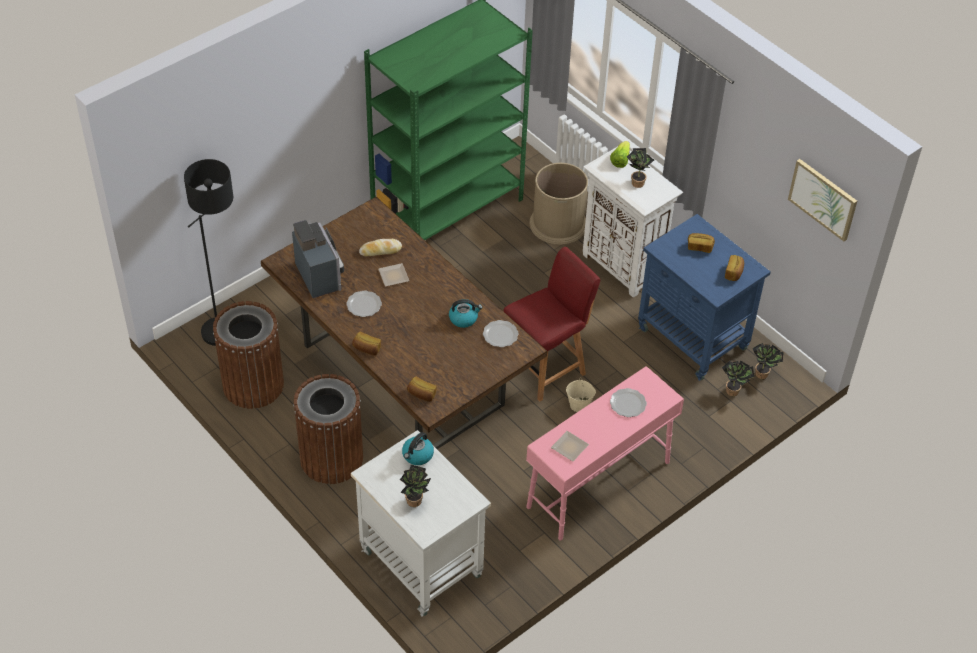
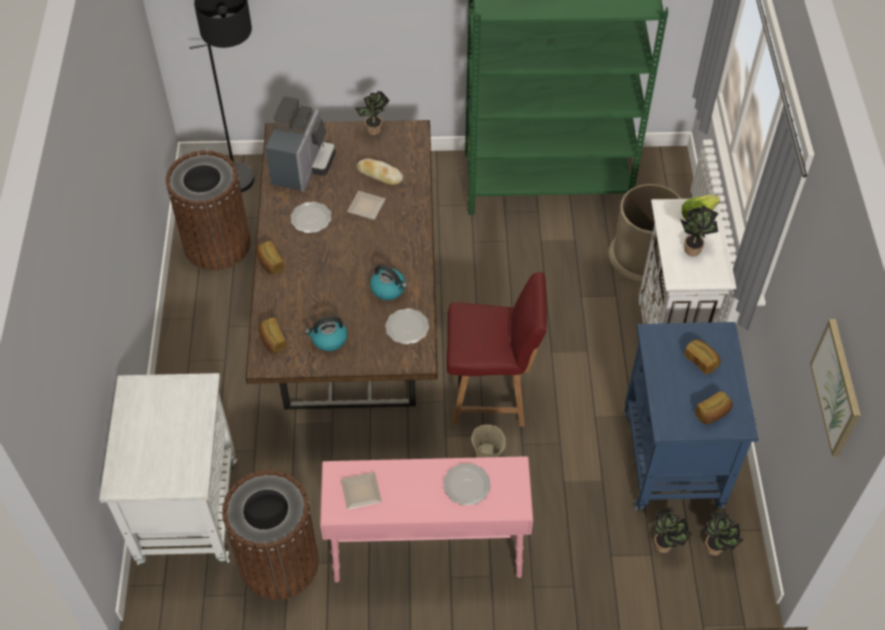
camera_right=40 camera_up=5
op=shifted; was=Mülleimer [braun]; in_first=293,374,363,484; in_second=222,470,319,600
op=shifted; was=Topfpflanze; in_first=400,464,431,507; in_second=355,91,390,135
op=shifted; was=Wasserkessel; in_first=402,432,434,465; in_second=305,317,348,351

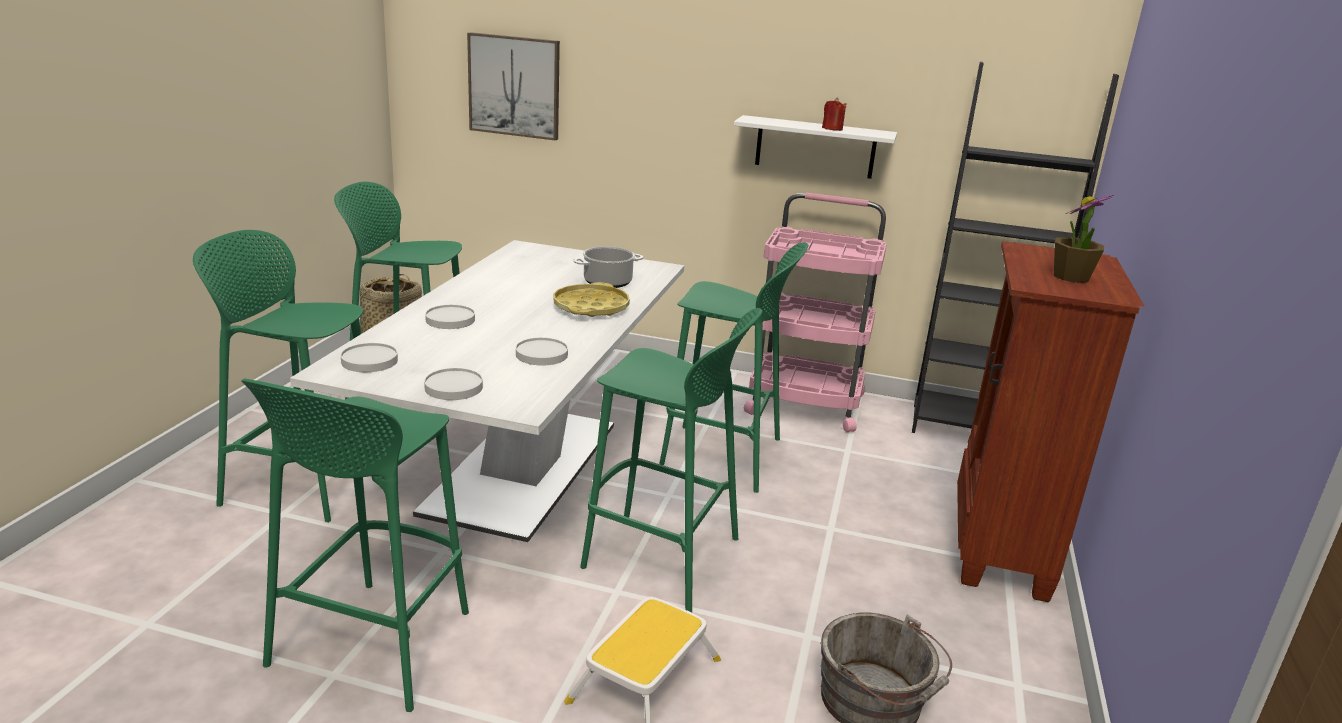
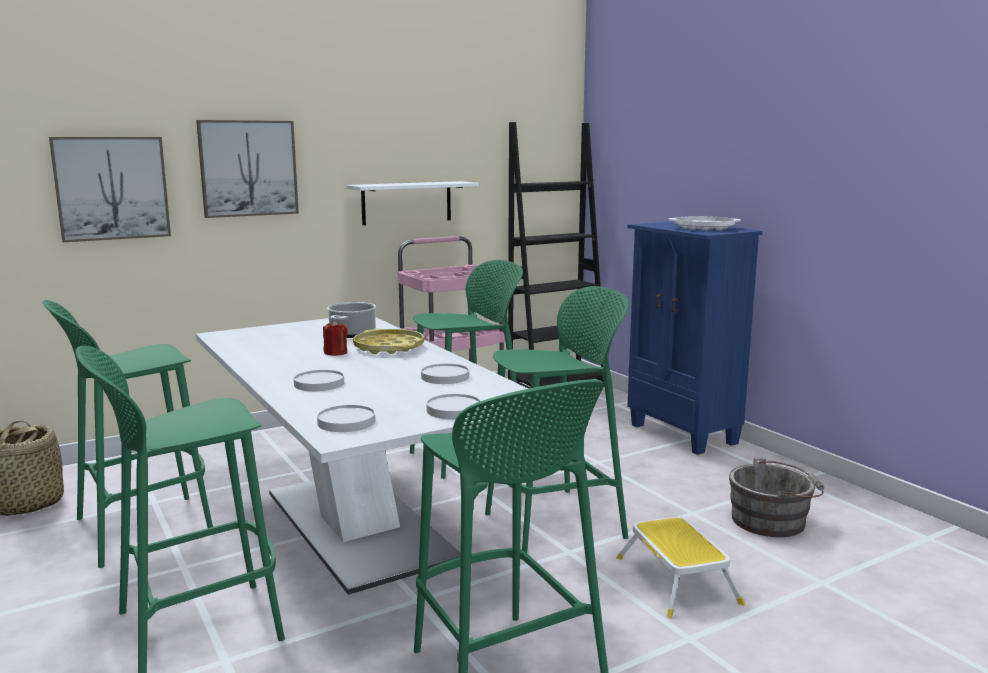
camera_right=-45 camera_up=-10
op=shifted; was=Kerze [rot]; in_first=822,97,847,131; in_second=323,320,348,356
op=repainted; was=Schrank [braun]; now=Schrank [blau]; in_first=957,241,1145,602; in_second=627,221,762,455
op=swapped; was=Topfpflanze; now=Tablett [weiß]; in_first=1054,195,1114,283; in_second=669,216,741,231
op=new; now=Bild; in_second=196,120,299,218

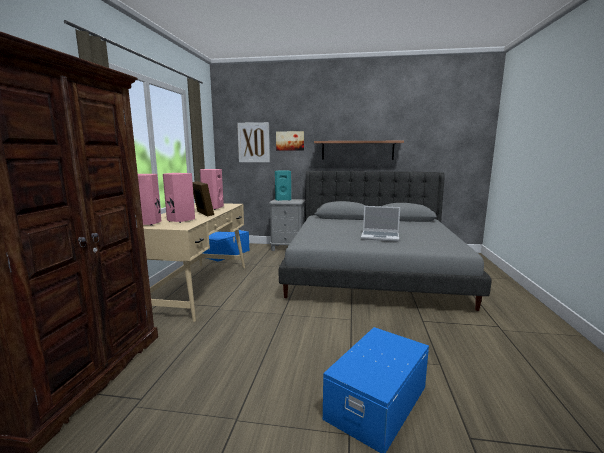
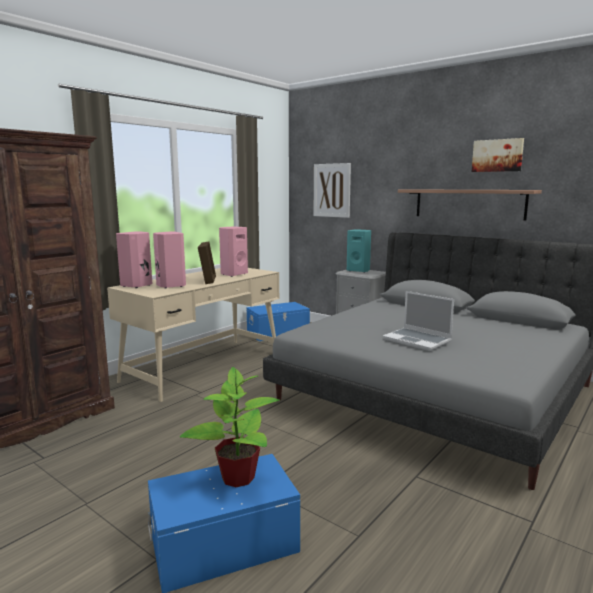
camera_right=30 camera_up=0
op=shifted; was=Bild; in_first=276,131,304,150; in_second=472,138,524,172
op=new; now=Topfpflanze; in_second=180,367,280,487

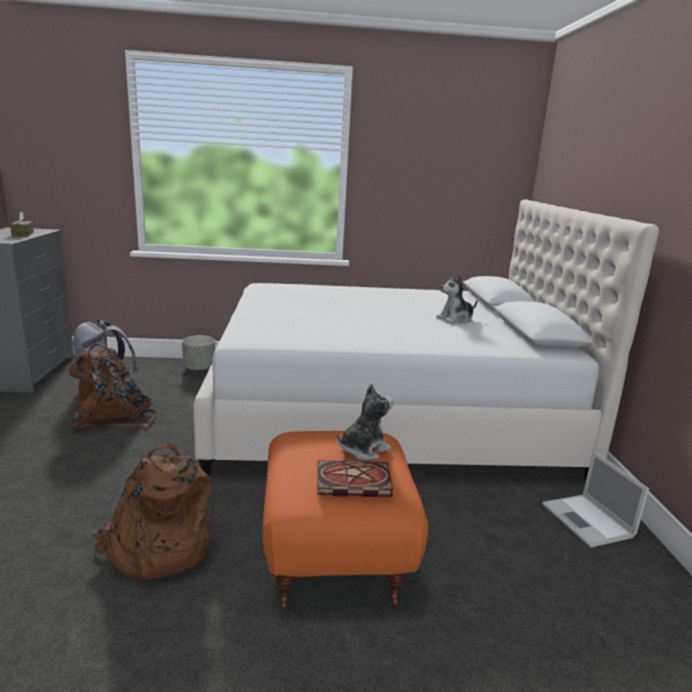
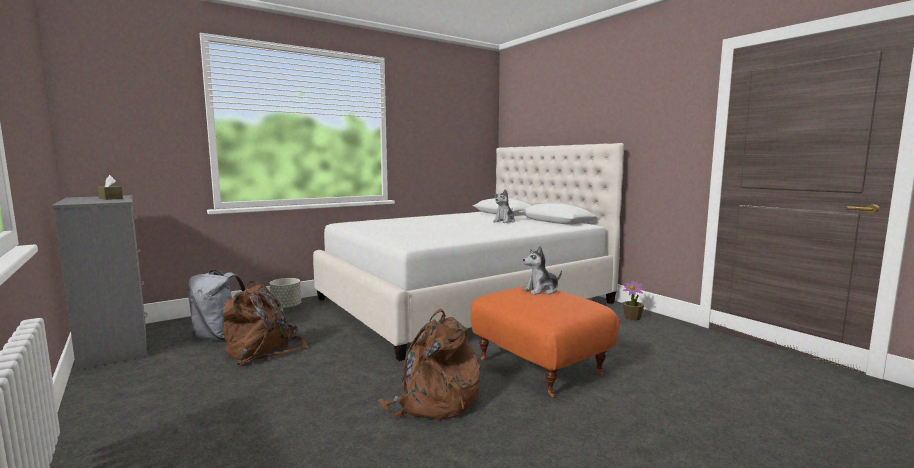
camera_right=-30 camera_up=-10
op=gone; was=Buch; in_first=317,460,393,497
op=rotated; was=Plüschtier; in_first=337,384,394,460; in_second=522,246,562,295; clockwise=-135
op=swapped; was=Laptop; now=Topfpflanze; in_first=542,451,649,548; in_second=623,281,644,321

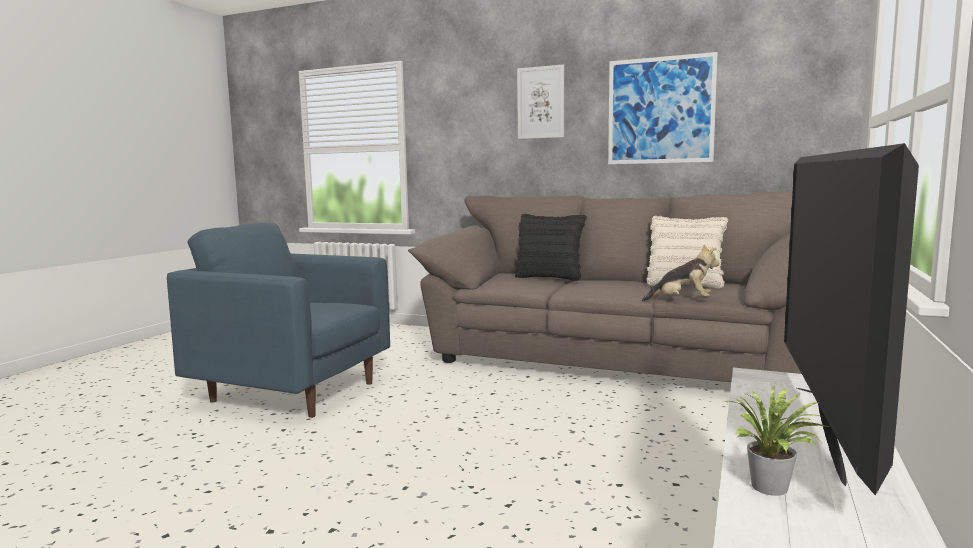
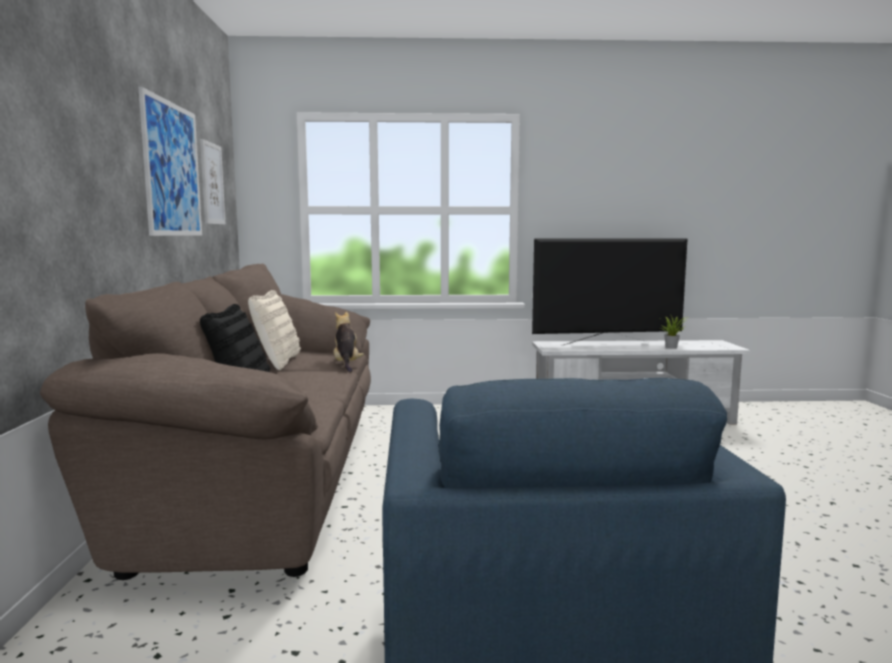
camera_right=-115 camera_up=0
op=shifted; was=Bild; in_first=517,64,564,139; in_second=200,139,225,225

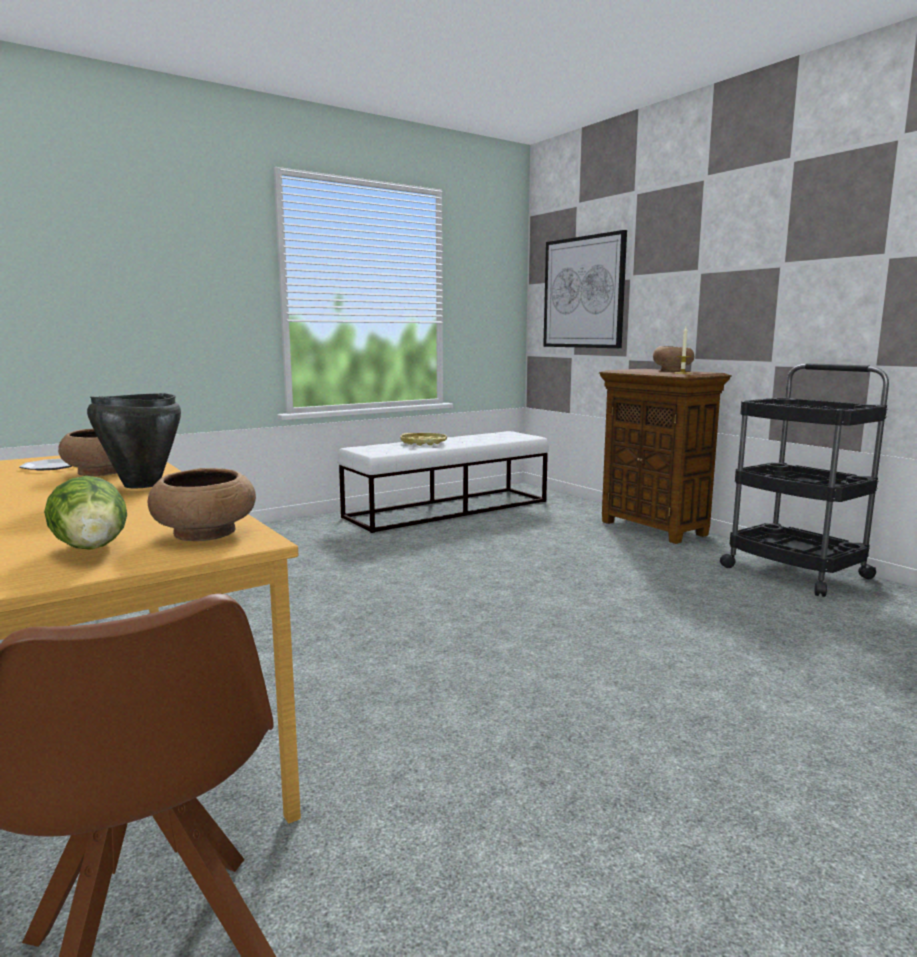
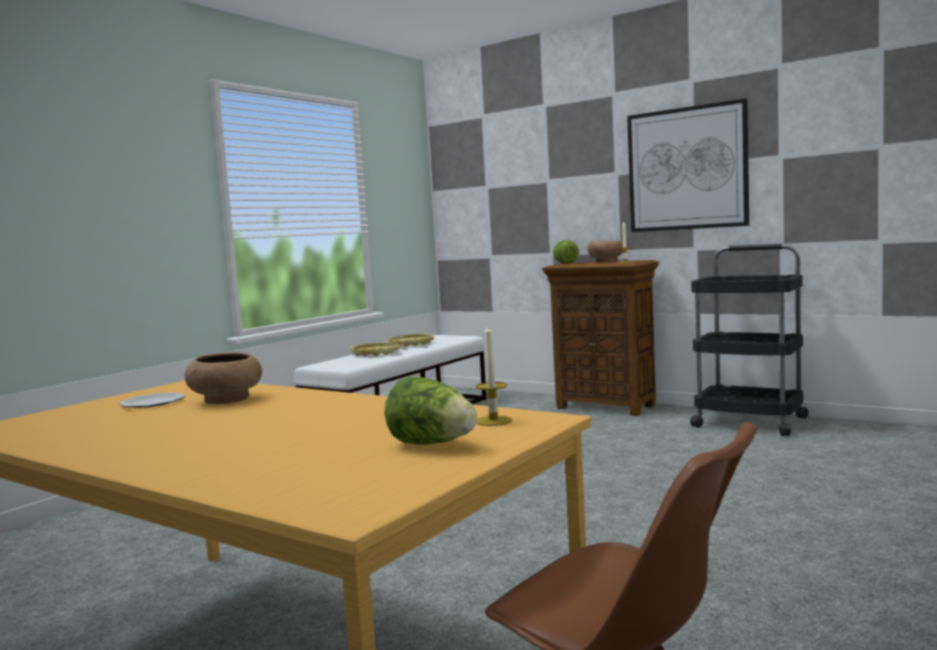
camera_right=-20 camera_up=-5
op=gone; was=Kochtopf [schwarz]; in_first=87,393,181,489
op=swapped; was=Schüssel [braun]; now=Kerze; in_first=147,468,256,541; in_second=476,324,512,426
op=shifted; was=Bild; in_first=543,230,627,348; in_second=627,98,749,232
op=new; now=Tablett [gelb]; in_second=389,334,434,347
op=new; now=Salatkopf; in_second=553,240,579,264

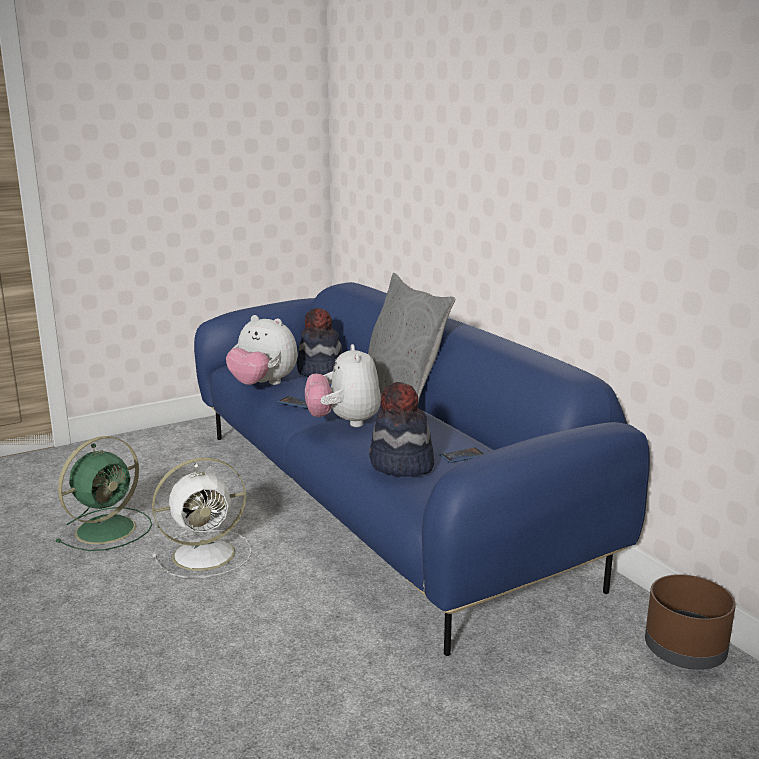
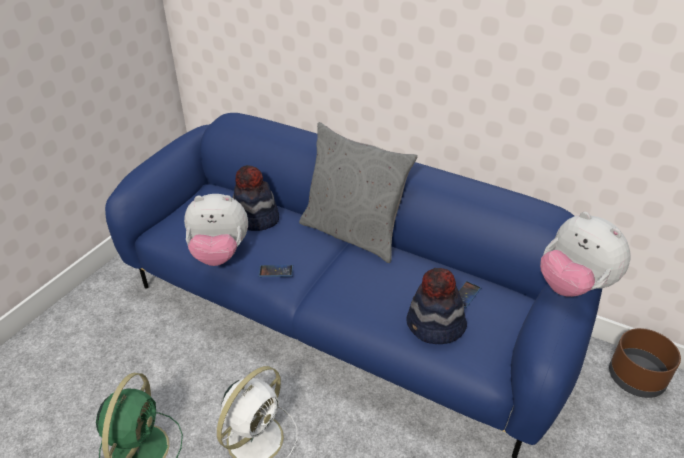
camera_right=-30 camera_up=20
op=shifted; was=Plüschtier; in_first=305,344,381,427; in_second=540,212,631,297

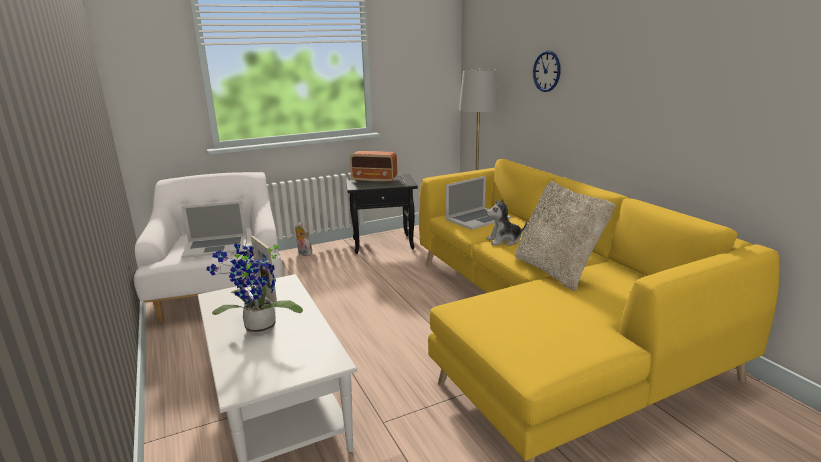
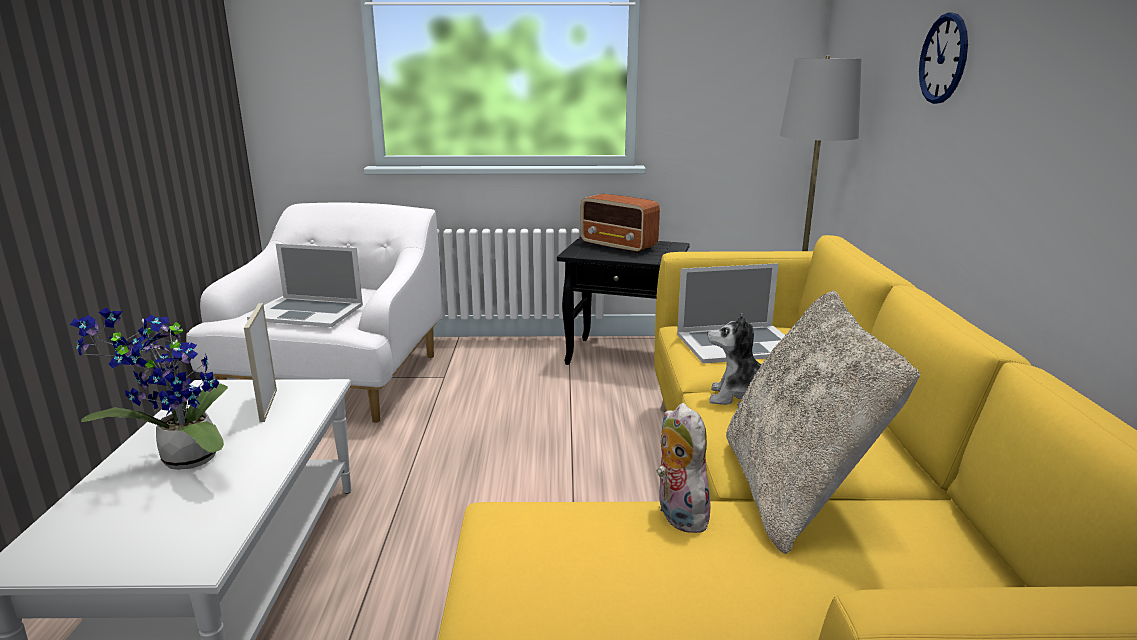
camera_right=25 camera_up=0
op=shifted; was=Plüschtier; in_first=295,222,312,256; in_second=656,403,711,533

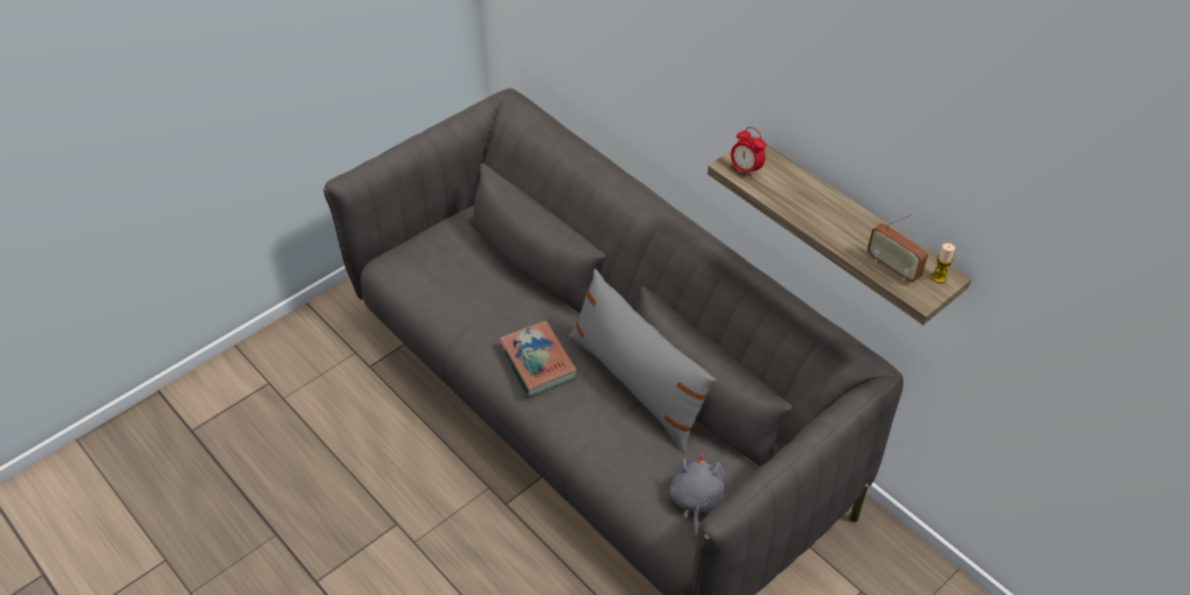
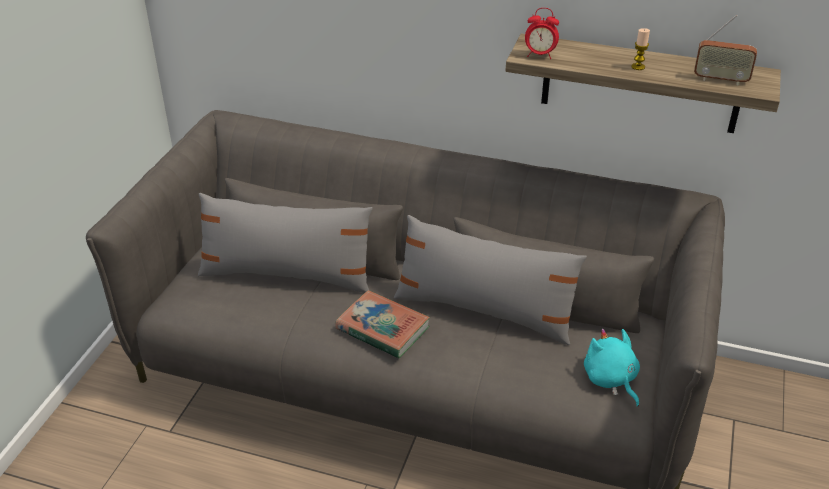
camera_right=-30 camera_up=-10
op=repainted; was=Plüschtier [grau]; now=Plüschtier [türkis]; in_first=669,453,725,538; in_second=584,328,640,407
op=shifted; was=Kerze; in_first=931,243,955,283; in_second=631,28,650,70
op=new; now=Kissen [grau]; in_second=198,193,373,293

